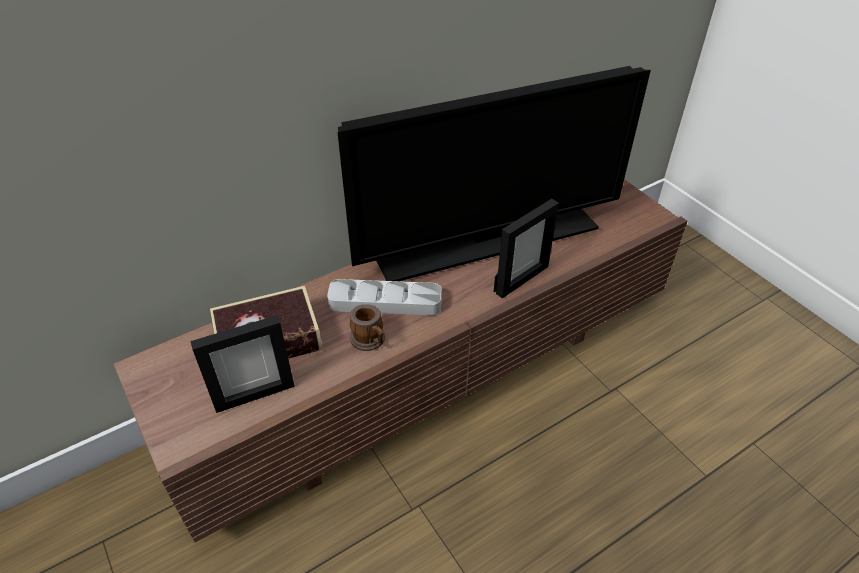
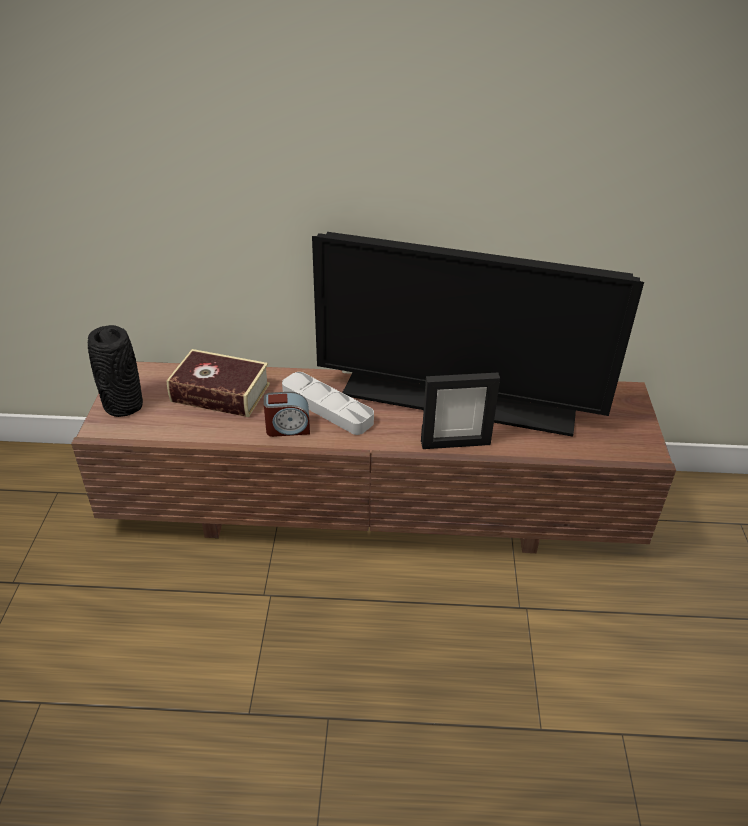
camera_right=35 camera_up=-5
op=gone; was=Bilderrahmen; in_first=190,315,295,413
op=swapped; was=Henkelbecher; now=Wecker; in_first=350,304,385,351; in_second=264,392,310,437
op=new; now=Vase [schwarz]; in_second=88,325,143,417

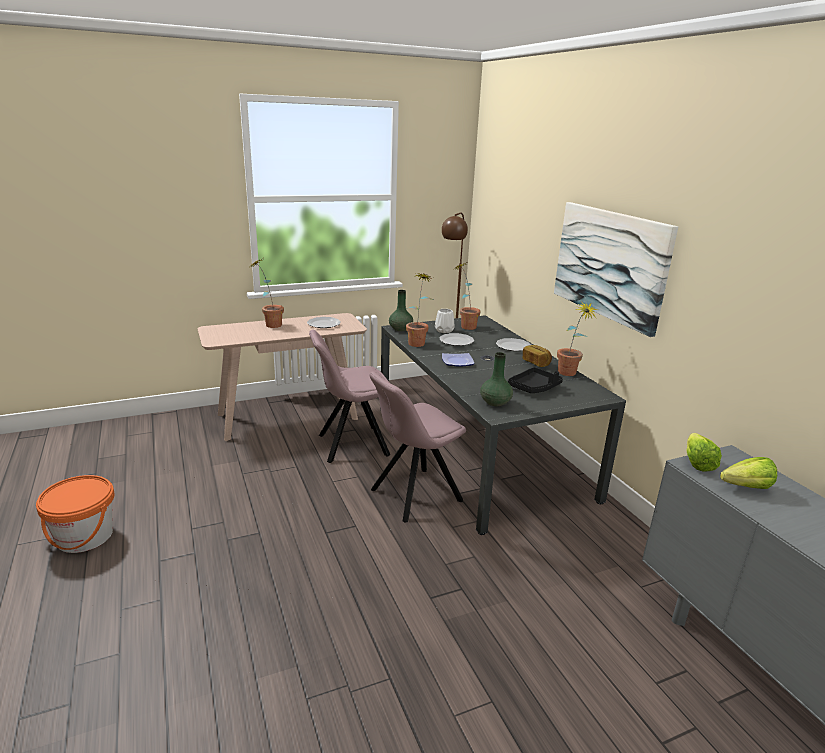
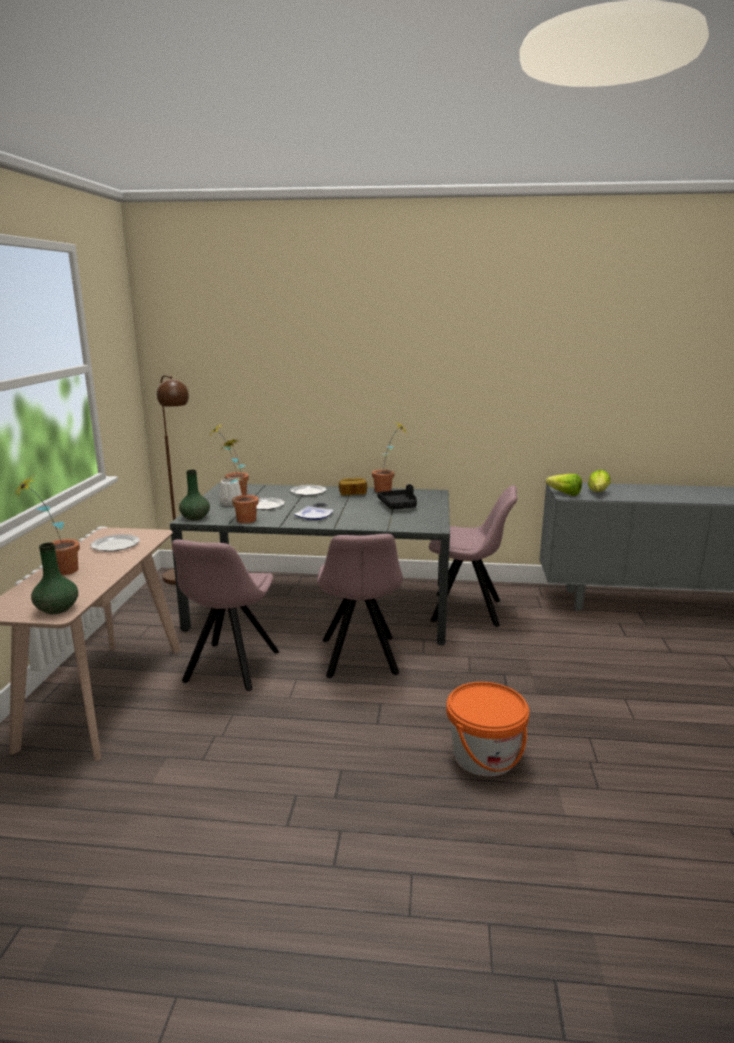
camera_right=-60 camera_up=-5
op=shifted; was=Eimer [orange]; in_first=36,475,114,553; in_second=446,682,529,776
op=shifted; was=Vase [grün]; in_first=480,352,513,406; in_second=31,542,78,614
op=gone; was=Bild; in_first=554,202,678,337
op=new; now=Stuhl [rosa]; in_second=429,485,518,627

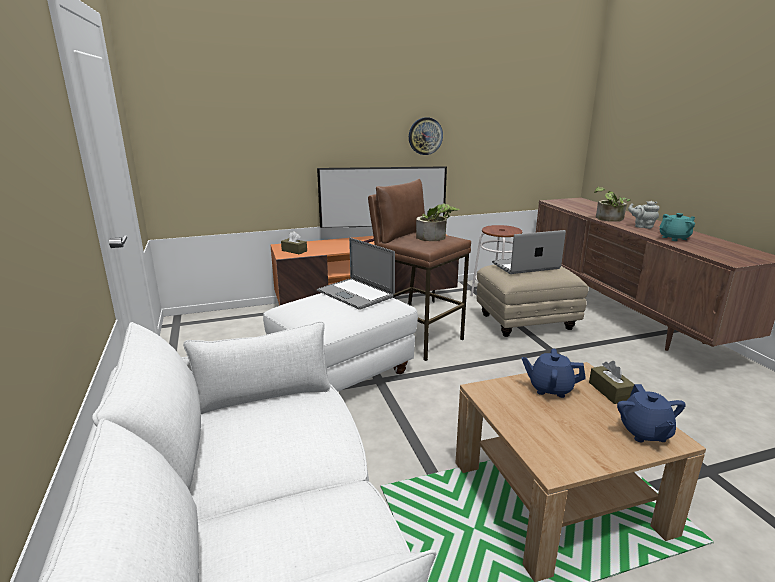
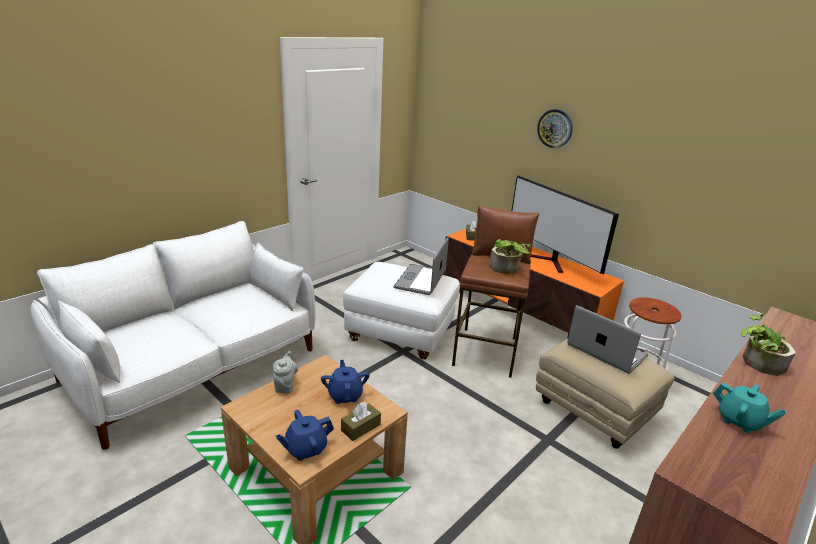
camera_right=60 camera_up=5
op=shifted; was=Wanduhr; in_first=409,117,443,155; in_second=537,109,573,148
op=shifted; was=Teekanne [grau]; in_first=628,201,660,229; in_second=272,351,298,394

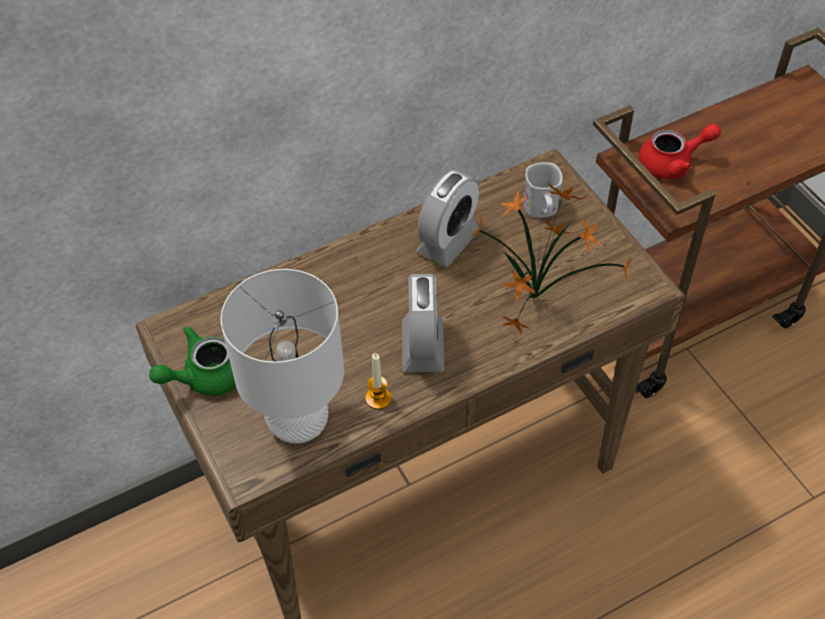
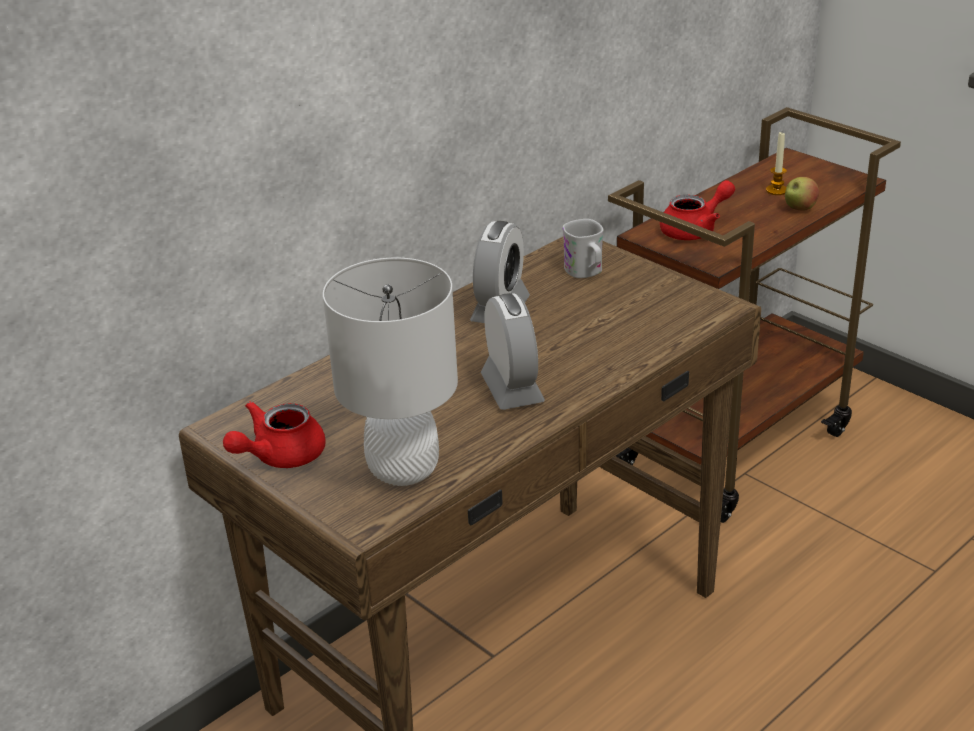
camera_right=-15 camera_up=-20
op=repainted; was=Teekanne [grün]; now=Teekanne [rot]; in_first=149,326,236,396; in_second=223,401,326,468
op=shifted; was=Kerze; in_first=365,353,391,410; in_second=766,132,787,195
op=gone; was=Topfpflanze; in_first=472,181,633,335
op=new; now=Apfel; in_second=785,177,819,210

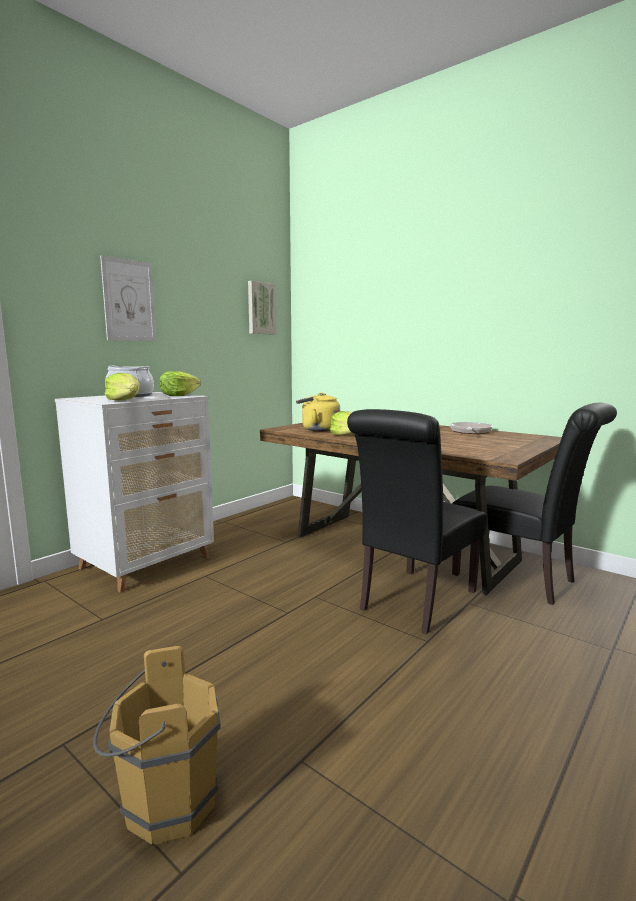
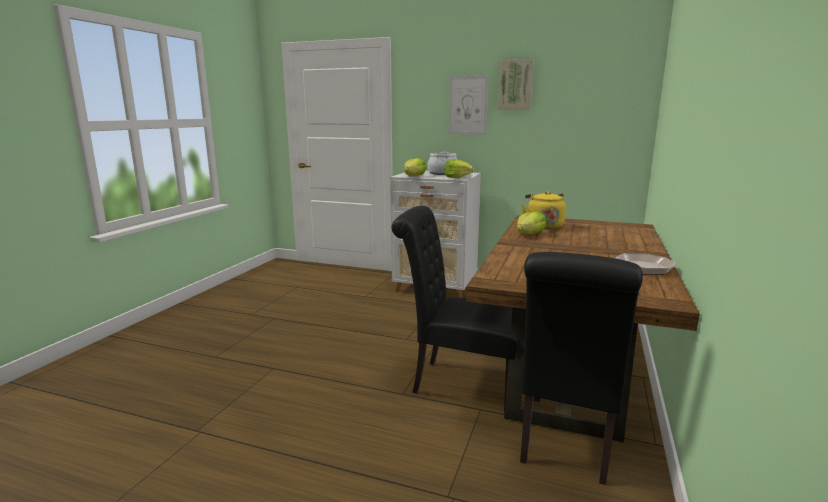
camera_right=70 camera_up=5
op=gone; was=Eimer [braun]; in_first=93,646,221,845
op=shifted; was=Bild; in_first=248,281,277,335; in_second=498,59,534,110

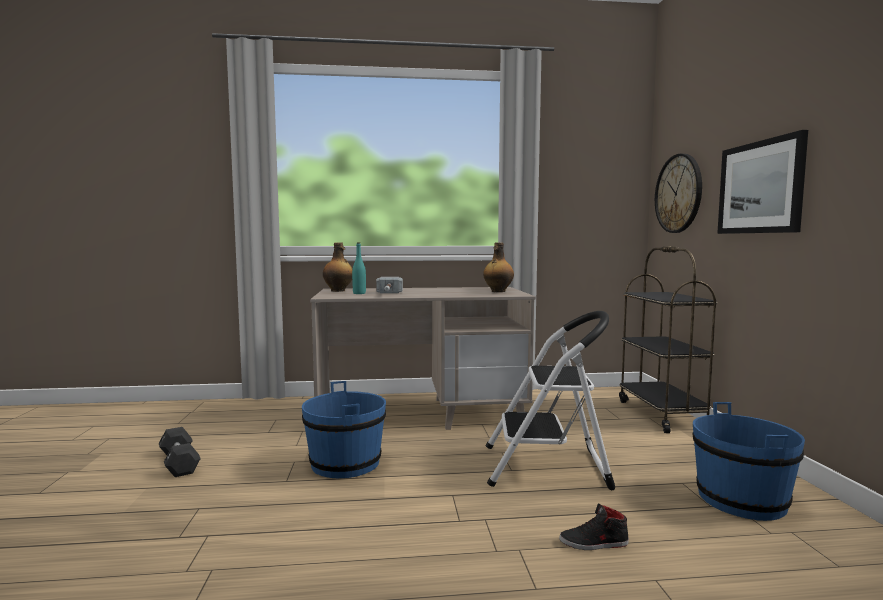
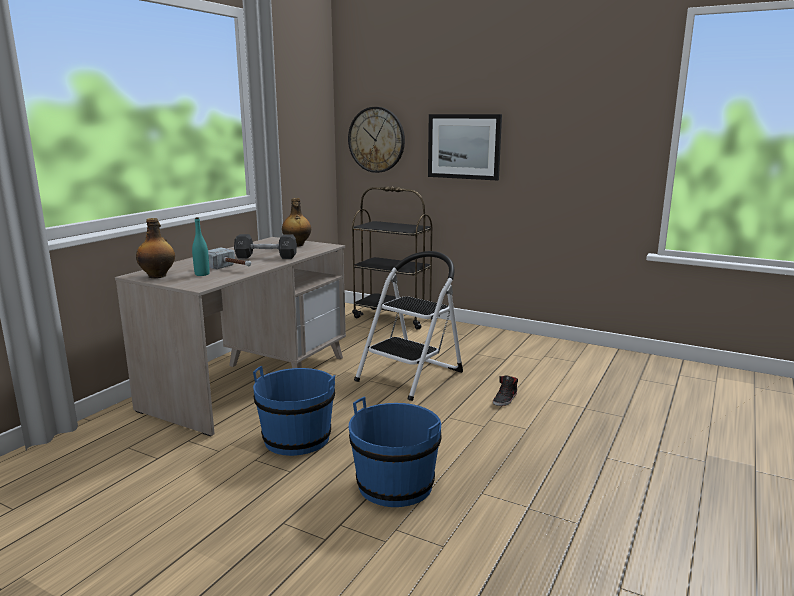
camera_right=-55 camera_up=10
op=shifted; was=Hantel [schwarz]; in_first=159,427,201,477; in_second=234,234,297,259
op=shifted; was=Eimer [blau]; in_first=693,402,805,521; in_second=349,397,441,507

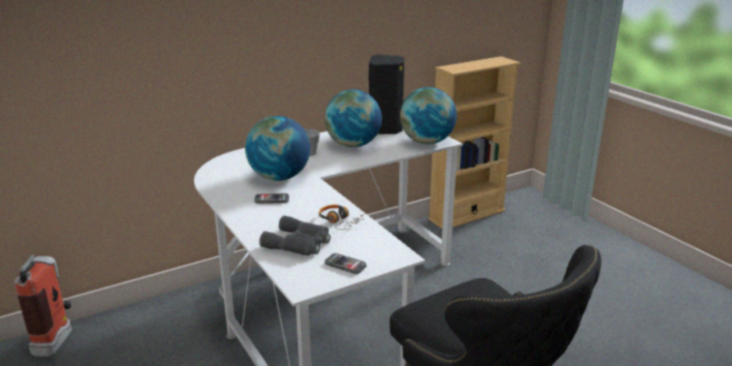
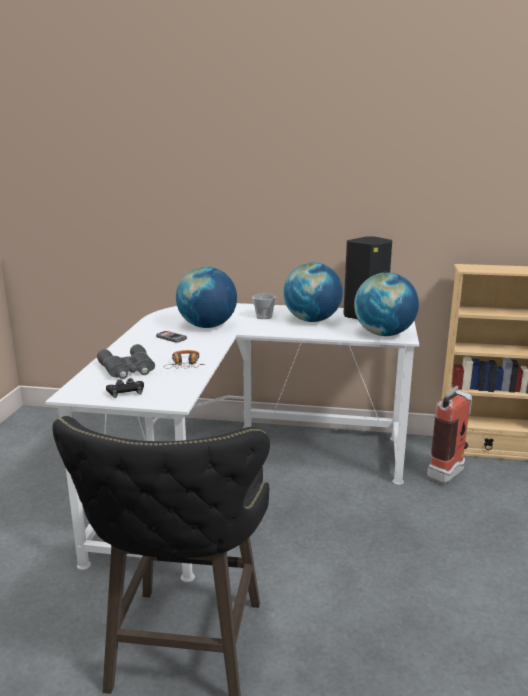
camera_right=40 camera_up=-5
op=shifted; was=Feuerlöscher; in_first=14,254,72,357; in_second=427,386,472,484
op=swapped; was=Handy; now=Gamepad [schwarz]; in_first=325,253,367,274; in_second=106,378,144,398

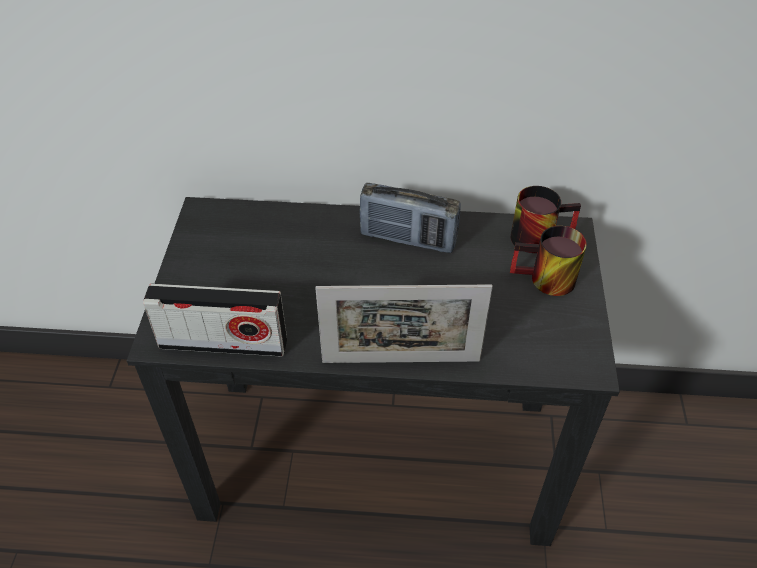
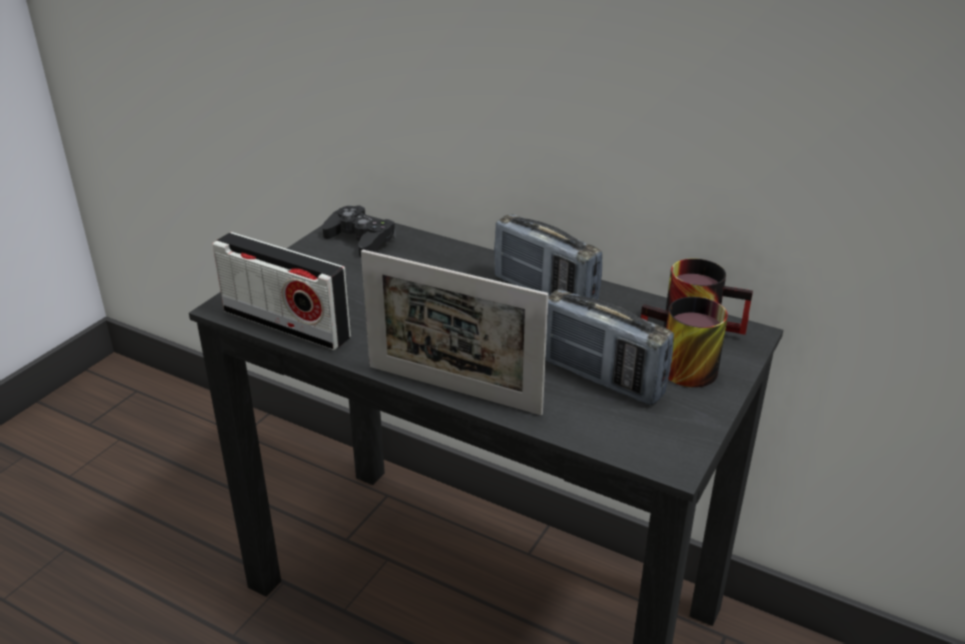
camera_right=25 camera_up=-15
op=new; now=Gamepad [schwarz]; in_second=322,206,396,257
op=new; now=Radio; in_second=545,289,674,405

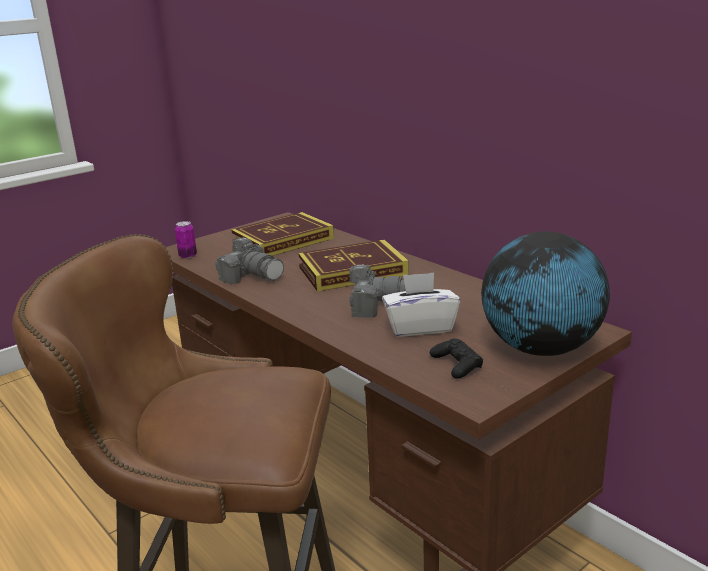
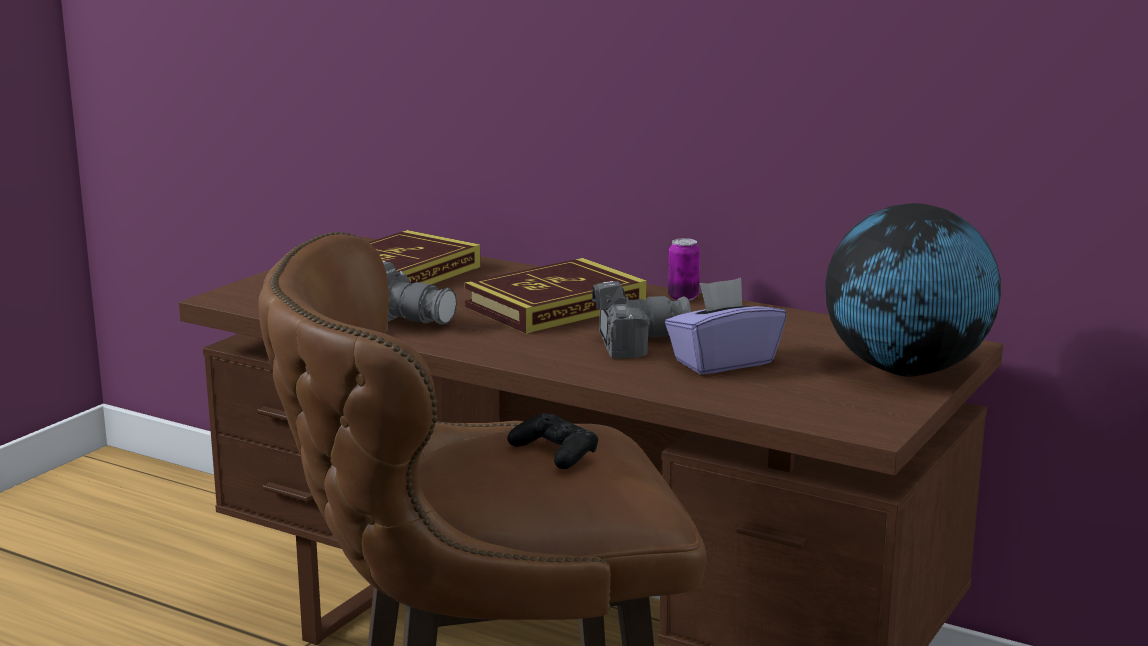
camera_right=-20 camera_up=-5
op=shifted; was=Dose; in_first=175,221,197,259; in_second=668,238,700,301
op=repainted; was=Taschentuchbox [weiß]; now=Taschentuchbox [lila]; in_first=382,272,460,337; in_second=665,278,786,375
op=shifted; was=Gamepad [schwarz]; in_first=430,339,483,379; in_second=507,413,598,469

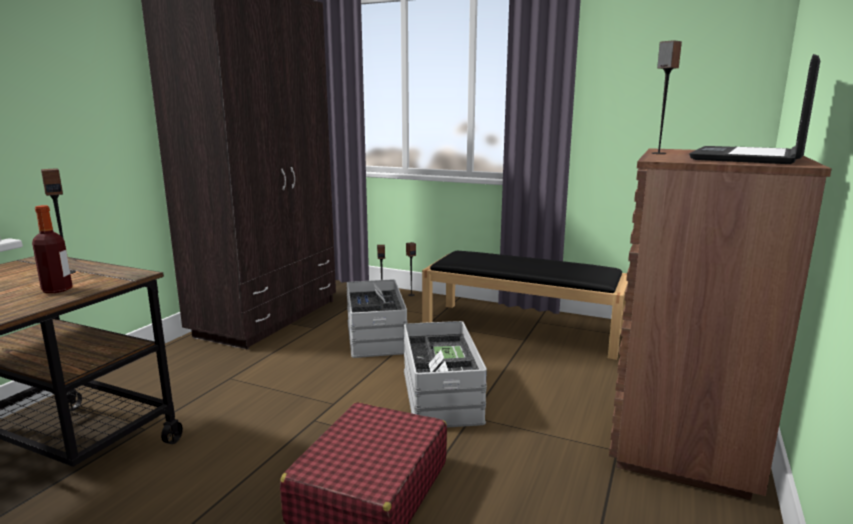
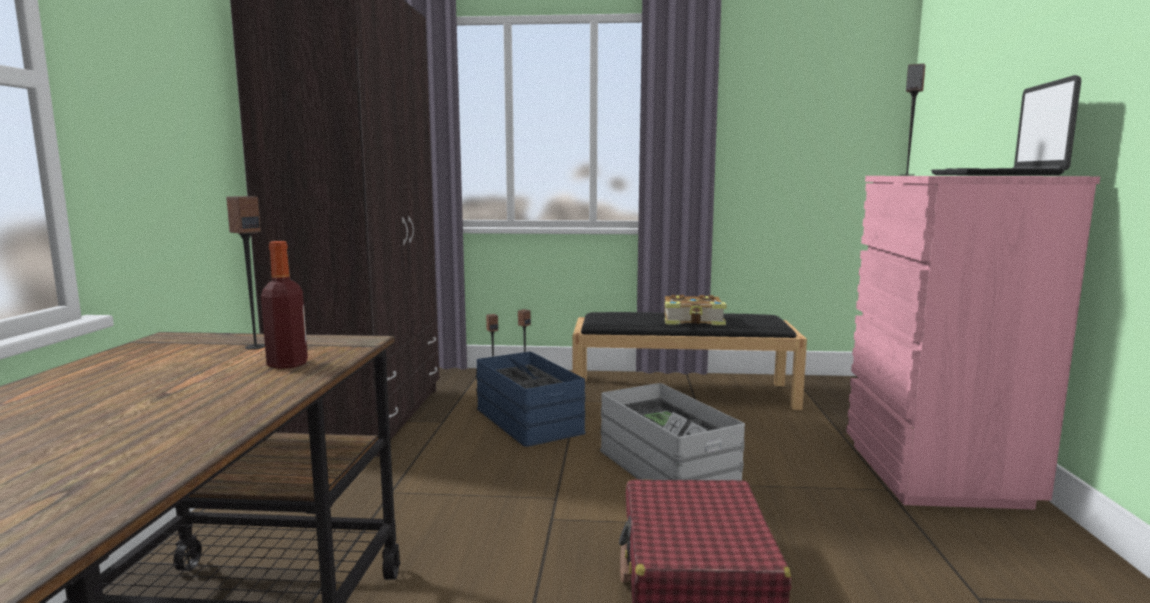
camera_right=-20 camera_up=-5
op=repainted; was=Aufbewahrungsbox [grau]; now=Aufbewahrungsbox [blau]; in_first=346,279,408,358; in_second=476,352,586,447
op=repainted; was=Kommode [braun]; now=Kommode [rosa]; in_first=609,148,832,501; in_second=846,176,1100,510
op=new; now=Buch; in_second=664,295,727,325

